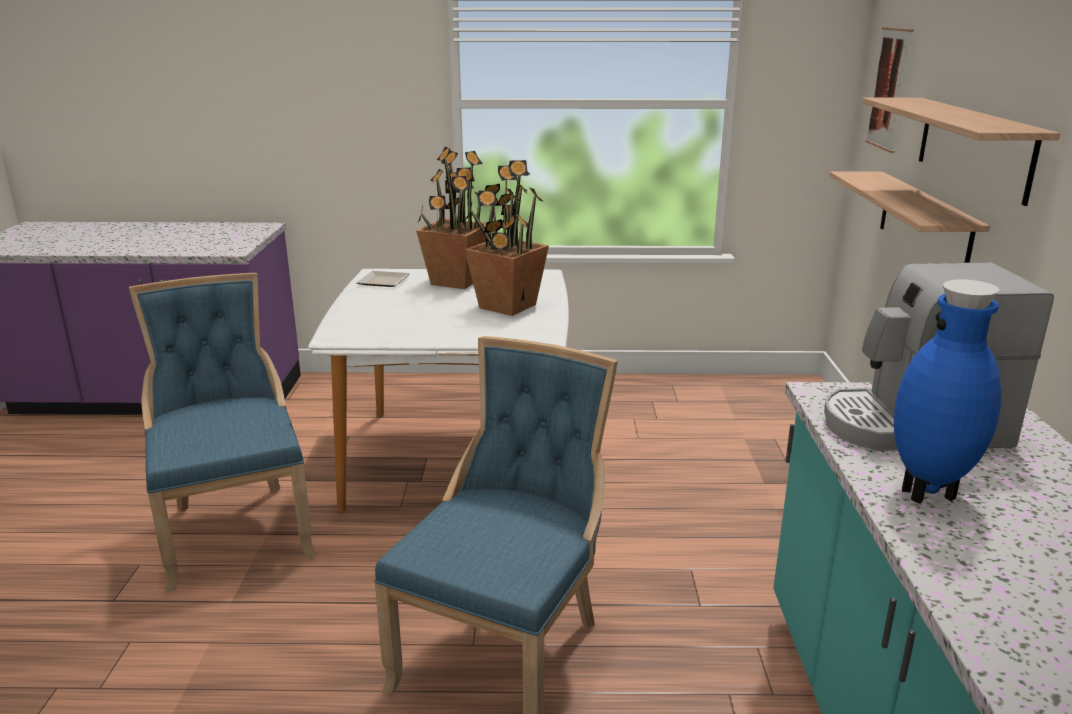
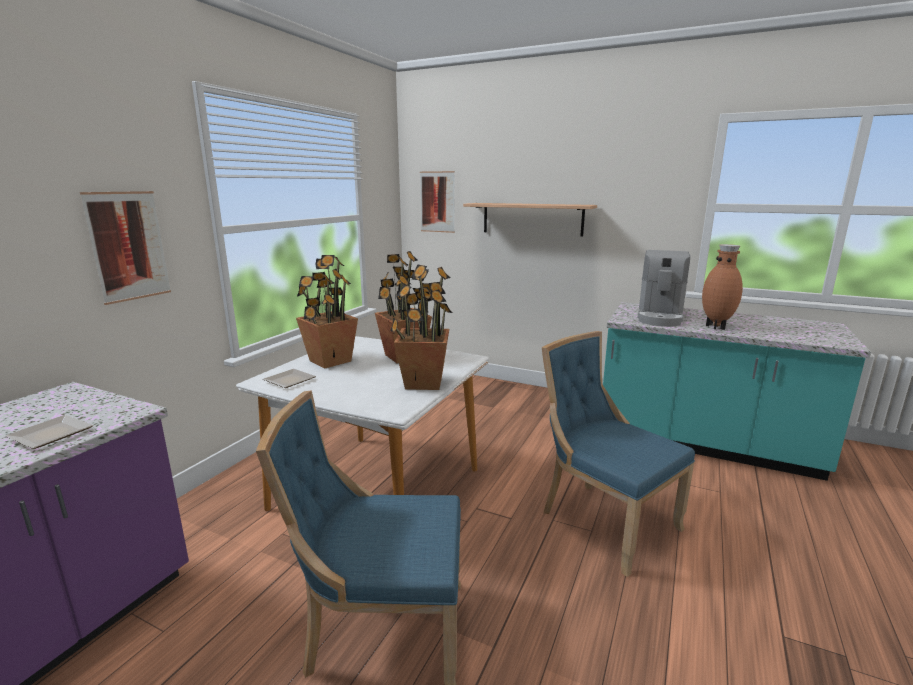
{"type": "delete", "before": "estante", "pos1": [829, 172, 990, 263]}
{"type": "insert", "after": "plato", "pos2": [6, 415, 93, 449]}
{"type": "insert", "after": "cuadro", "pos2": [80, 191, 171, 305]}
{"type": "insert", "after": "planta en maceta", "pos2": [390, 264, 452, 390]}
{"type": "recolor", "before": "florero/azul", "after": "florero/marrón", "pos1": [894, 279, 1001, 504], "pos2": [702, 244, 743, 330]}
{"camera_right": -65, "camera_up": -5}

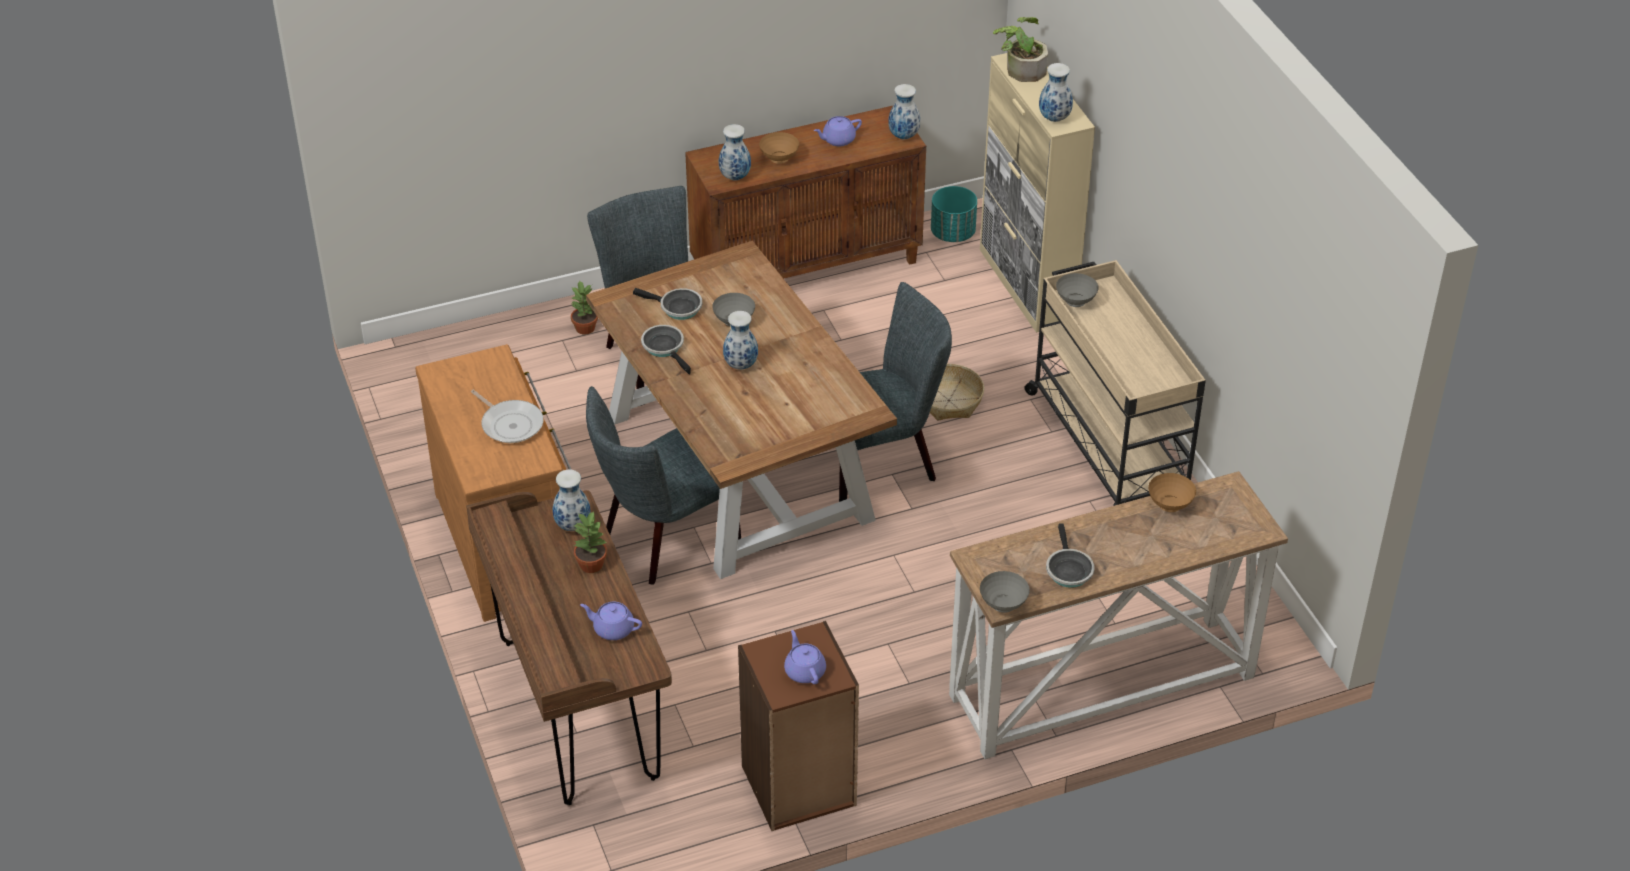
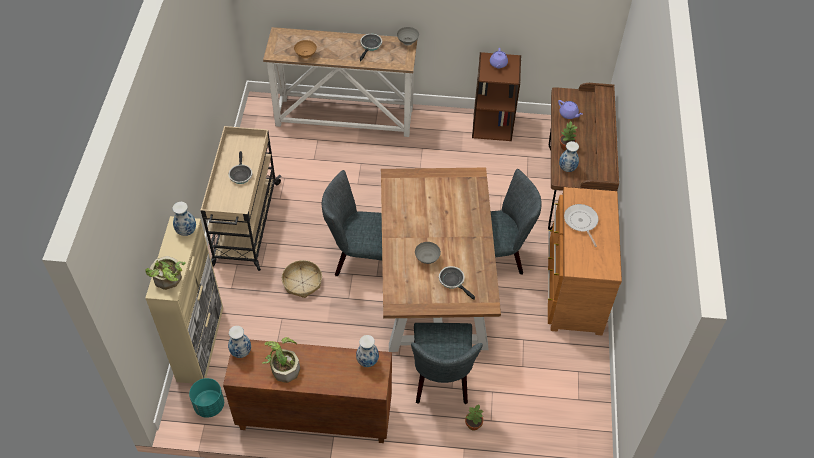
{"type": "delete", "before": "florero", "pos1": [723, 311, 758, 370]}
{"type": "delete", "before": "cuenco/marrón", "pos1": [759, 132, 799, 164]}
{"type": "delete", "before": "cuenco/gris", "pos1": [1056, 273, 1099, 307]}
{"type": "move", "before": "sartén", "pos1": [641, 325, 691, 375], "pos2": [229, 151, 252, 184]}
{"type": "replace", "before": "tetera/morado", "after": "planta en maceta", "pos1": [814, 116, 862, 146], "pos2": [262, 337, 300, 383]}
{"camera_right": -155, "camera_up": 10}

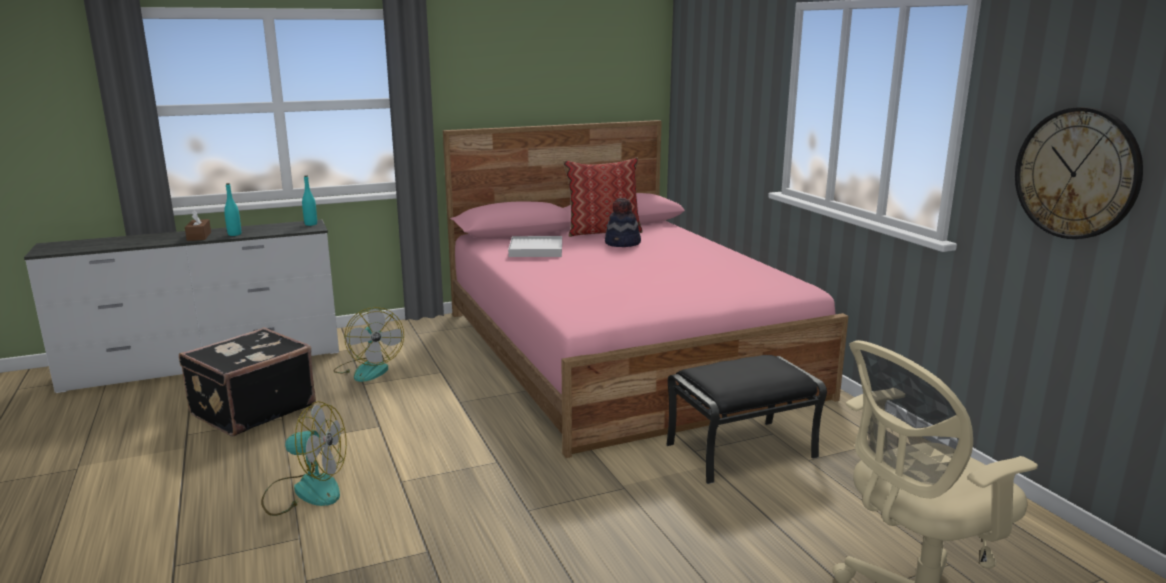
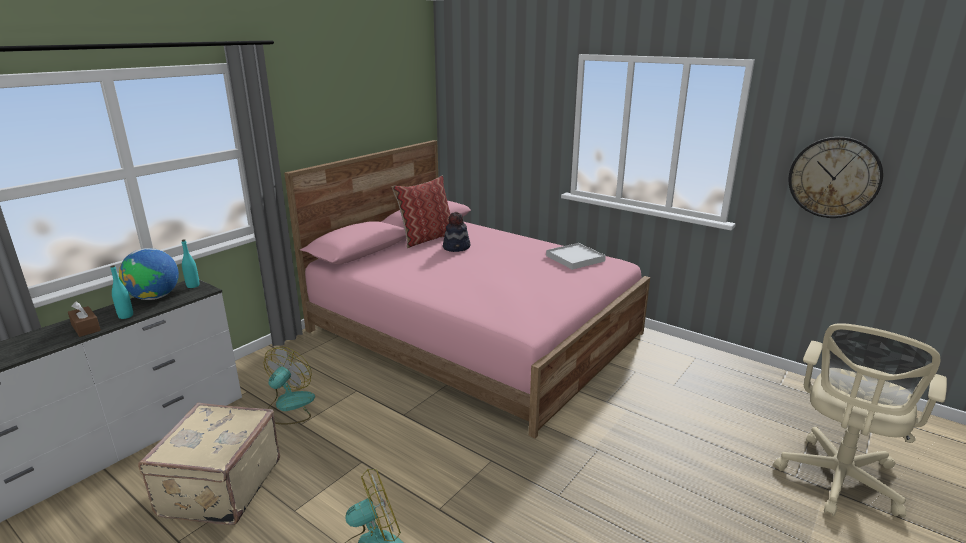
{"type": "delete", "before": "puf/negro", "pos1": [666, 355, 827, 484]}
{"type": "insert", "after": "globo terráqueo", "pos2": [119, 248, 179, 300]}
{"type": "move", "before": "bandeja/blanco", "pos1": [508, 236, 562, 257], "pos2": [546, 243, 606, 270]}
{"type": "recolor", "before": "maleta/negro", "after": "maleta/beis", "pos1": [179, 327, 316, 436], "pos2": [138, 403, 280, 525]}
{"type": "rotate", "before": "ventilador", "pos1": [333, 307, 404, 382], "pos2": [264, 347, 315, 425], "turn": -105}
{"camera_right": -30, "camera_up": 5}

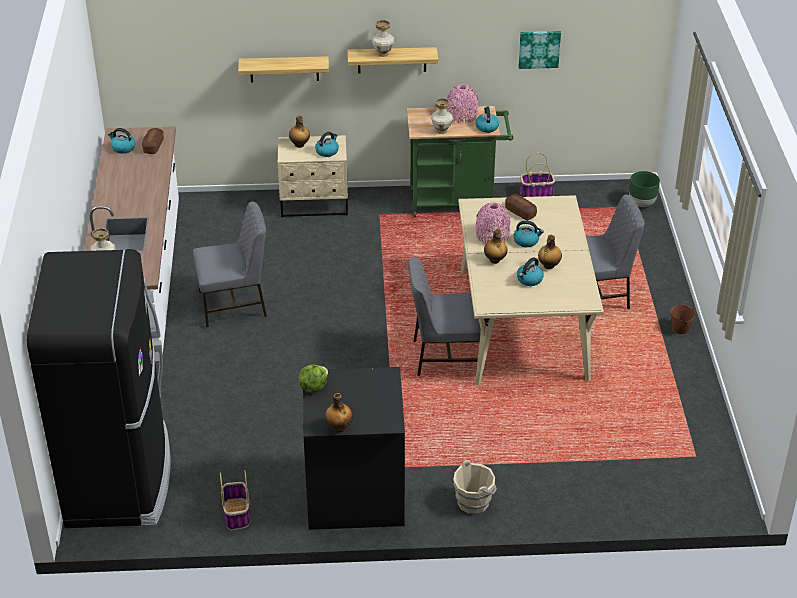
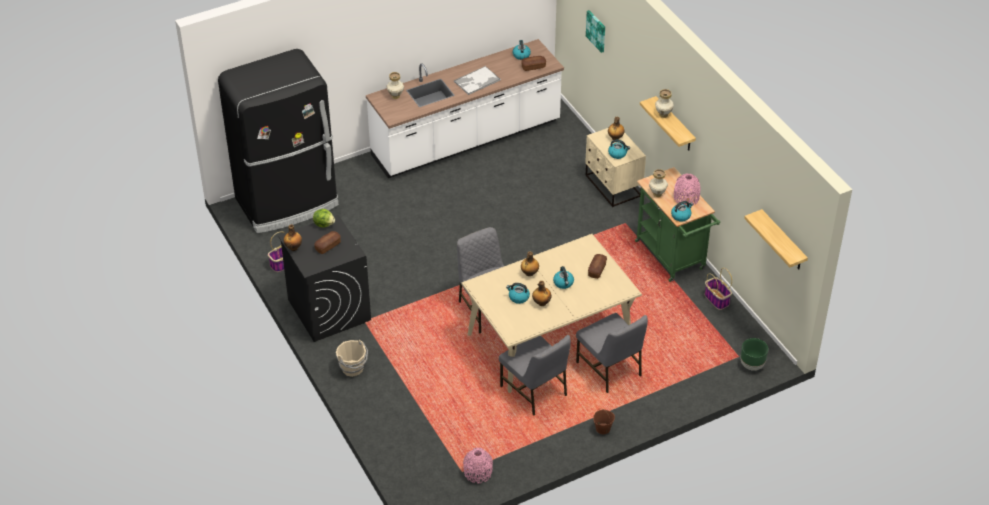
{"type": "insert", "after": "pan", "pos2": [315, 231, 341, 254]}
{"type": "insert", "after": "bandeja", "pos2": [454, 66, 500, 95]}
{"type": "move", "before": "silla/gris", "pos1": [193, 202, 267, 327], "pos2": [499, 335, 571, 415]}
{"type": "move", "before": "estante", "pos1": [238, 56, 329, 83], "pos2": [744, 209, 808, 269]}
{"type": "move", "before": "florero/rosa", "pos1": [476, 202, 510, 244], "pos2": [463, 448, 493, 483]}
{"type": "move", "before": "cuadro", "pos1": [519, 31, 561, 69], "pos2": [586, 10, 605, 53]}
{"camera_right": 65, "camera_up": 5}

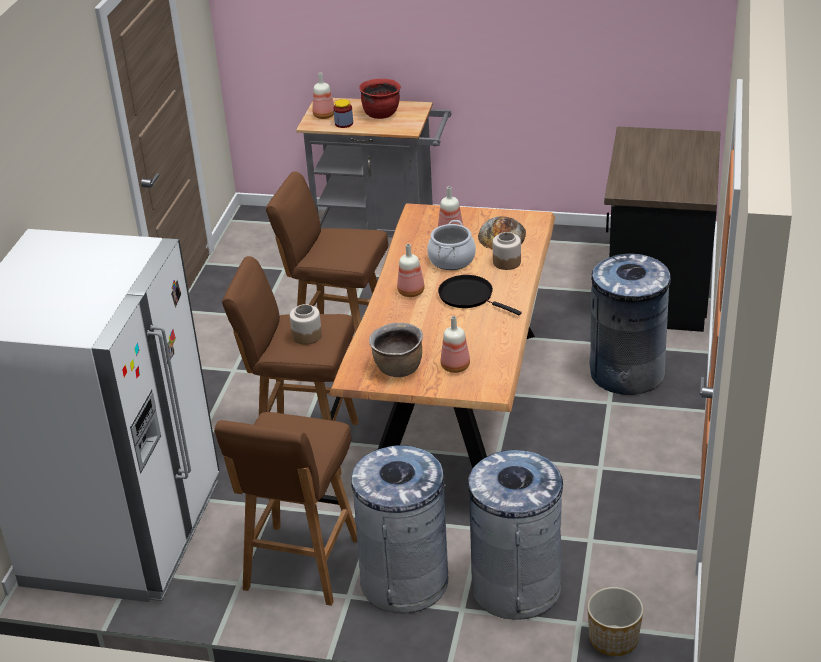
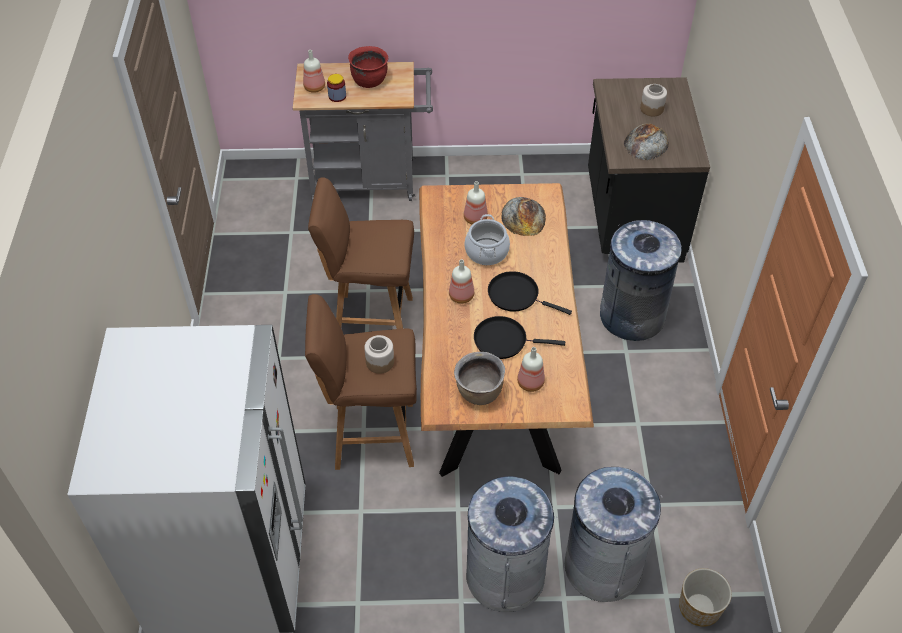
{"type": "delete", "before": "taburete/marrón", "pos1": [214, 412, 357, 606]}
{"type": "insert", "after": "sartén/negro", "pos2": [474, 316, 565, 359]}
{"type": "insert", "after": "pan", "pos2": [624, 124, 669, 160]}
{"type": "move", "before": "tarro", "pos1": [493, 232, 521, 270], "pos2": [640, 84, 667, 116]}
{"camera_right": -15, "camera_up": 15}

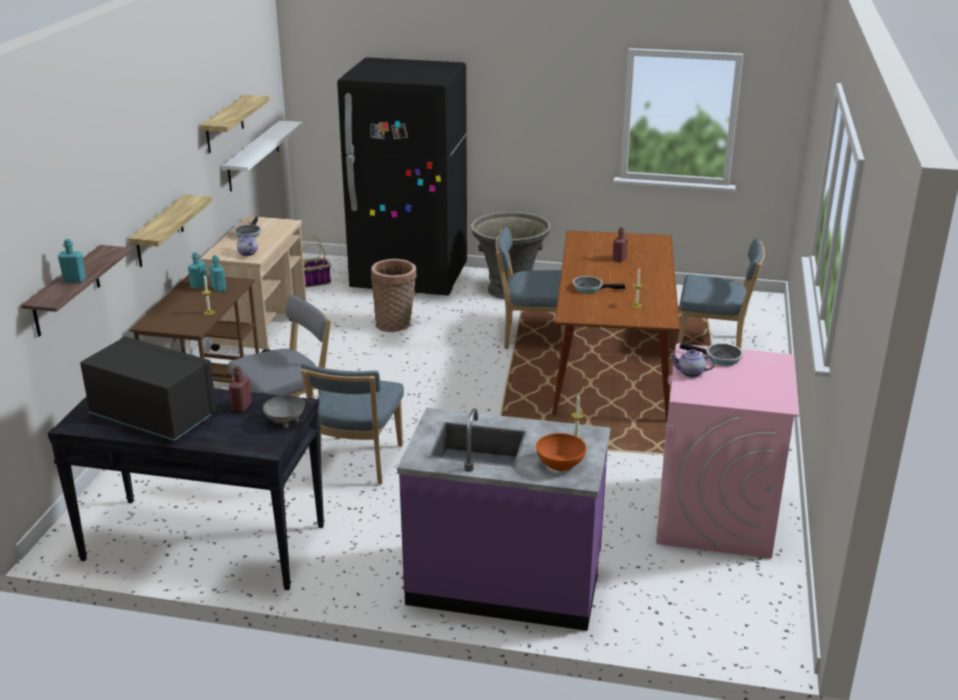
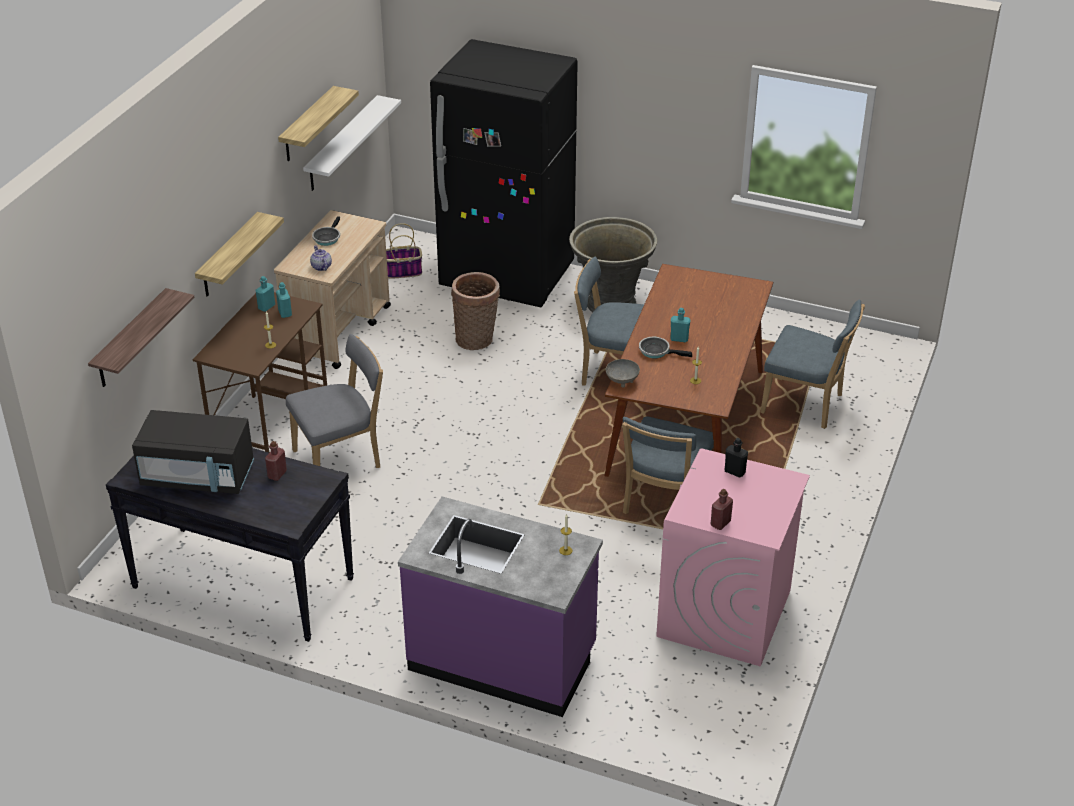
{"type": "delete", "before": "cuenco/naranja", "pos1": [536, 433, 587, 471]}
{"type": "delete", "before": "tetera", "pos1": [670, 349, 715, 378]}
{"type": "move", "before": "botella/turquesa", "pos1": [58, 239, 86, 283], "pos2": [670, 308, 691, 342]}
{"type": "move", "before": "cuenco/gris", "pos1": [263, 395, 305, 428], "pos2": [606, 359, 640, 388]}
{"type": "move", "before": "silla/azul", "pos1": [301, 363, 404, 484], "pos2": [622, 416, 714, 514]}
{"type": "move", "before": "botella/rojo", "pos1": [612, 227, 628, 262], "pos2": [711, 489, 733, 530]}
{"type": "replace", "before": "sartén", "after": "botella/negro", "pos1": [680, 342, 743, 366], "pos2": [725, 438, 748, 478]}
{"type": "rotate", "before": "microondas/negro", "pos1": [80, 336, 217, 441], "pos2": [132, 410, 254, 494], "turn": 150}
{"camera_right": 10, "camera_up": 10}

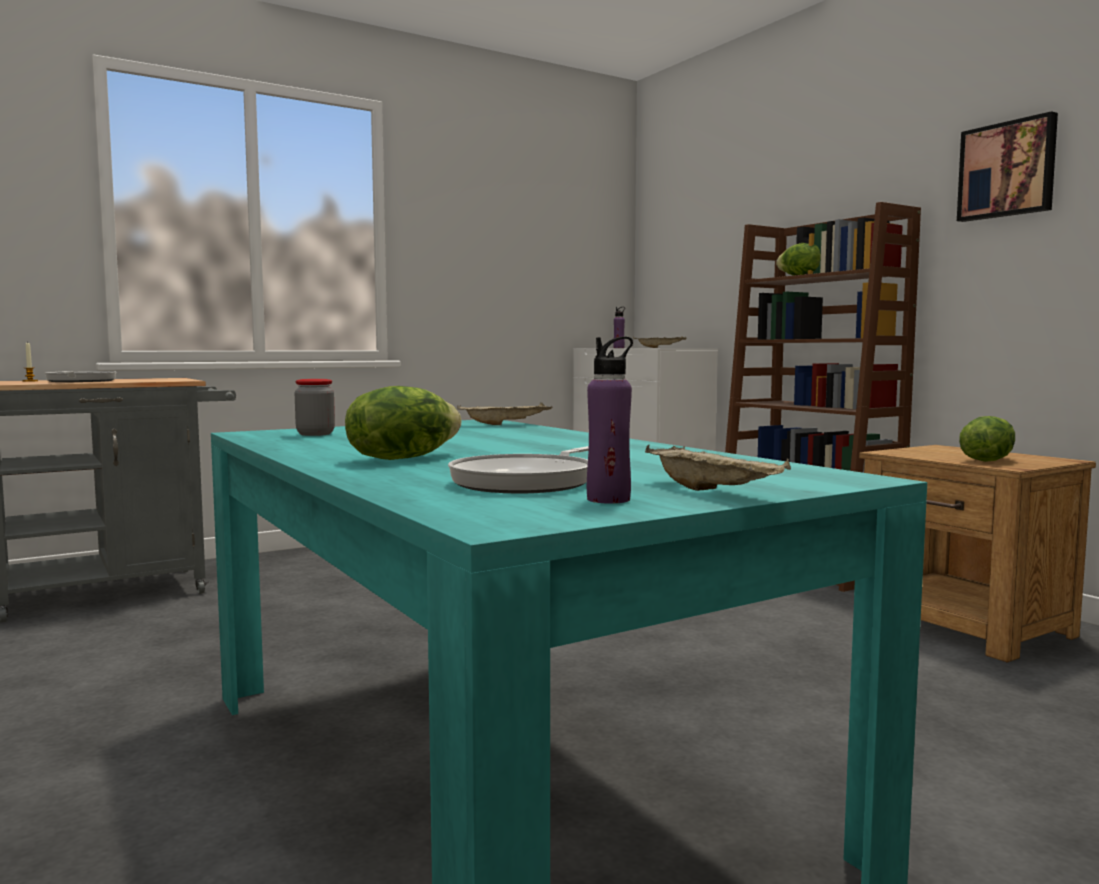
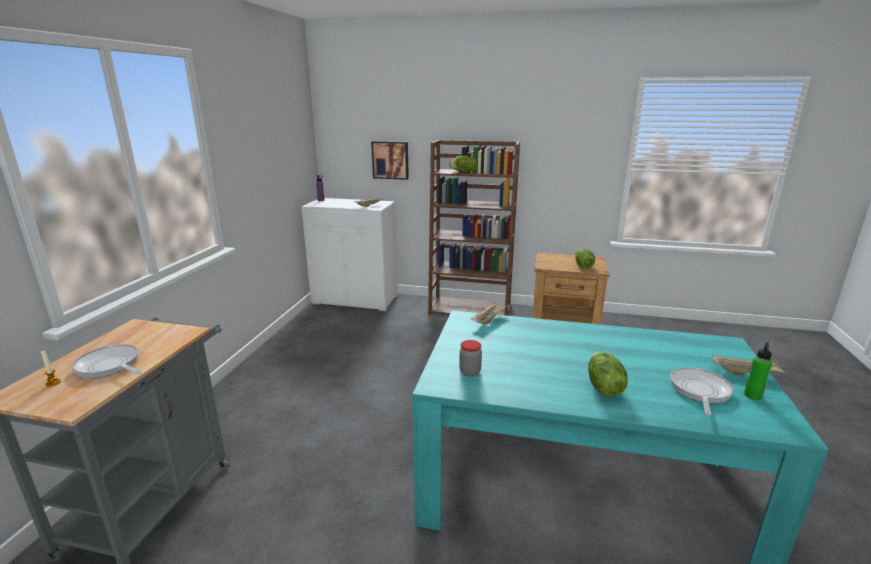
{"type": "move", "before": "cuadro", "pos1": [957, 111, 1058, 222], "pos2": [371, 141, 409, 180]}
{"type": "recolor", "before": "botella/morado", "after": "botella/verde", "pos1": [587, 337, 633, 504], "pos2": [744, 342, 772, 400]}
{"type": "rotate", "before": "sartén", "pos1": [448, 446, 589, 493], "pos2": [670, 367, 734, 416], "turn": -150}
{"camera_right": -45, "camera_up": 15}

